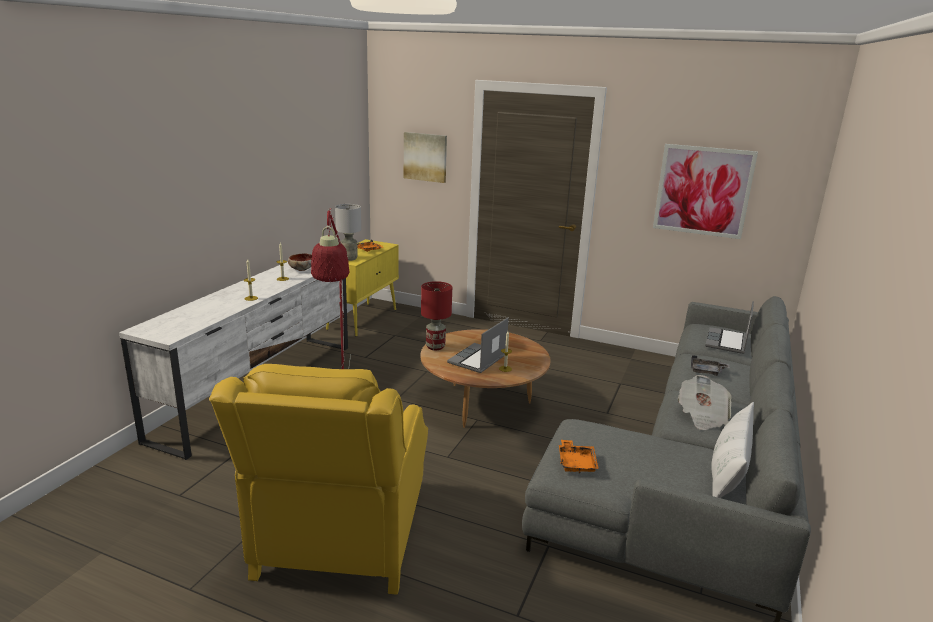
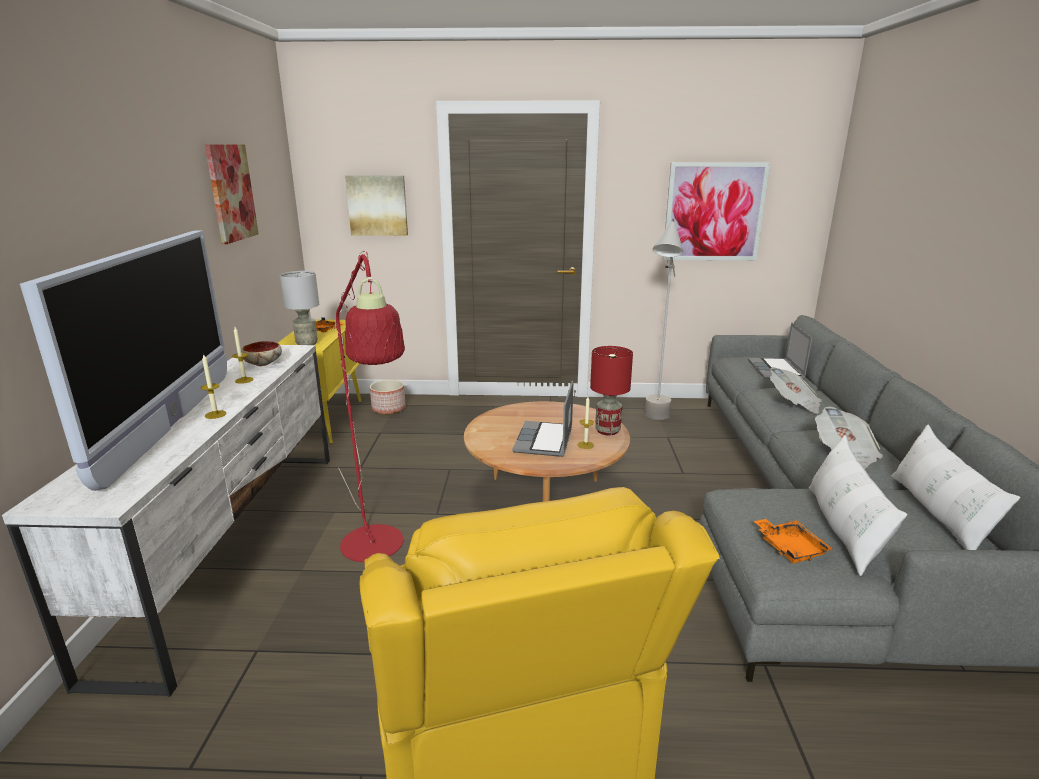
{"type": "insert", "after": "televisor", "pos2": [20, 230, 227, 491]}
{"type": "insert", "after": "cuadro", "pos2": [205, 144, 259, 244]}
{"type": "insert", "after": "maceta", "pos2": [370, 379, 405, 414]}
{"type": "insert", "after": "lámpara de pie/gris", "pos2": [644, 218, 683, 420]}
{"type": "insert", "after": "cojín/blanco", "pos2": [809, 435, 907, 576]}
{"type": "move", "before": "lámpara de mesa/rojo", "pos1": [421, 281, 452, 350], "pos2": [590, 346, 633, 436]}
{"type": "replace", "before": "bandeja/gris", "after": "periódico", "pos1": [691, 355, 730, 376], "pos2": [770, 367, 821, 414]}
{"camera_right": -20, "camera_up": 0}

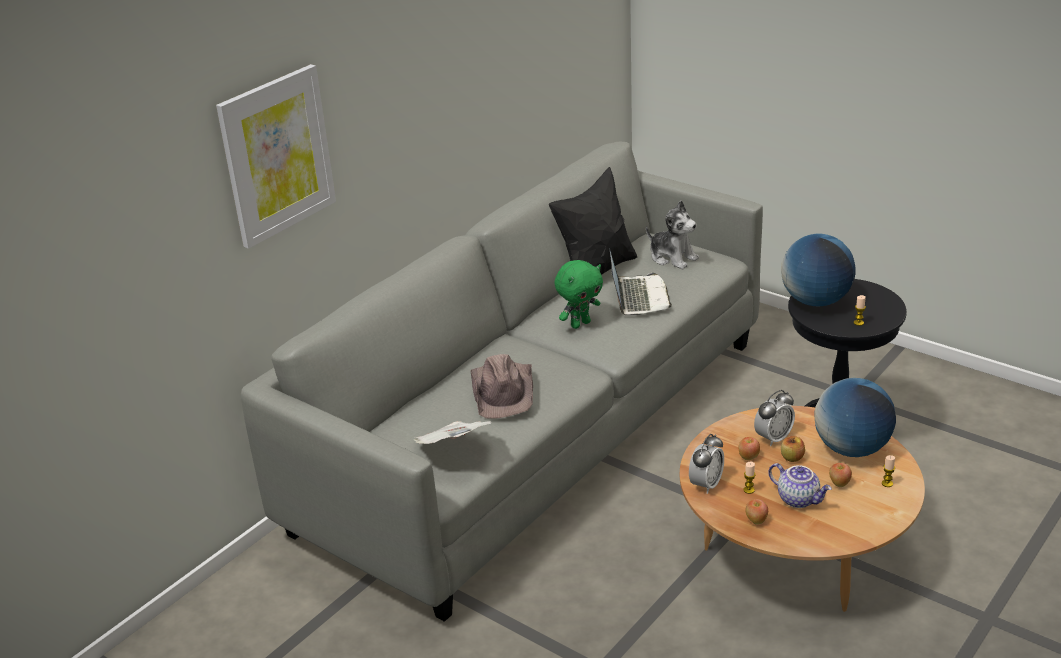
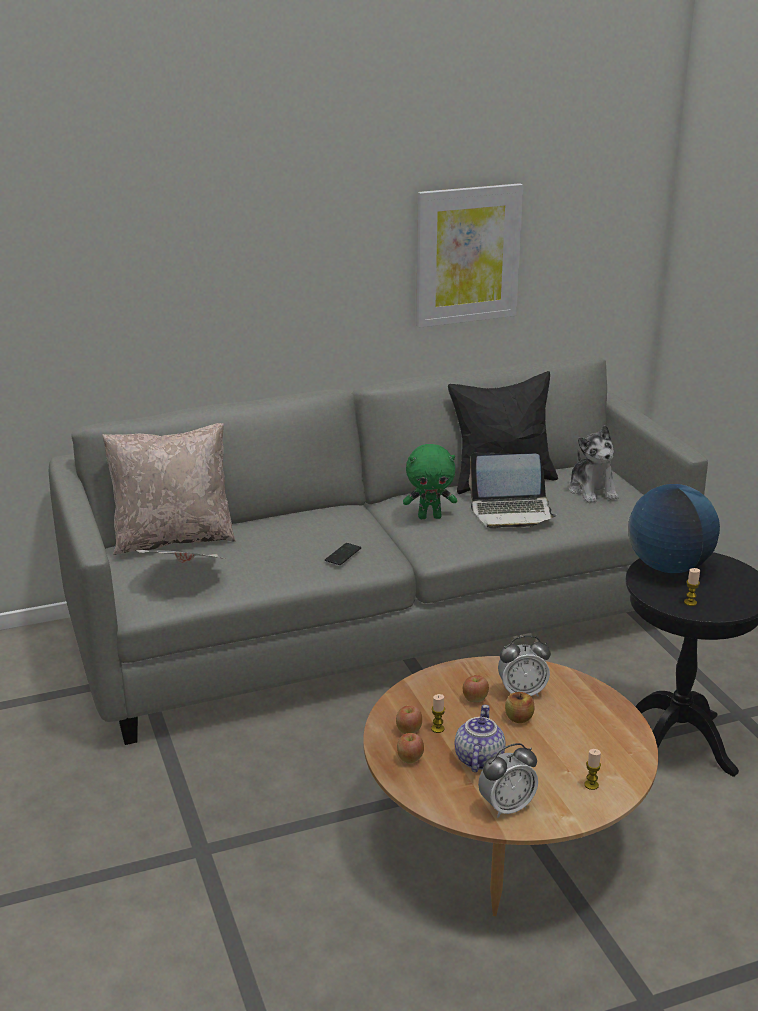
{"type": "delete", "before": "sombrero/marrón", "pos1": [470, 354, 533, 419]}
{"type": "delete", "before": "globo terráqueo", "pos1": [815, 378, 896, 457]}
{"type": "insert", "after": "cojín/beis", "pos2": [102, 423, 236, 555]}
{"type": "insert", "after": "móvil", "pos2": [325, 543, 361, 565]}
{"type": "move", "before": "cuadro", "pos1": [216, 64, 336, 249], "pos2": [416, 183, 523, 328]}
{"type": "move", "before": "despertador", "pos1": [689, 434, 724, 494], "pos2": [478, 743, 538, 818]}
{"type": "move", "before": "manzana", "pos1": [829, 463, 852, 487], "pos2": [396, 706, 422, 734]}
{"type": "rotate", "before": "portátil", "pos1": [610, 250, 672, 315], "pos2": [469, 453, 557, 528], "turn": 60}
{"type": "rotate", "before": "tetera", "pos1": [768, 463, 832, 508], "pos2": [455, 705, 506, 772], "turn": -150}
{"camera_right": 30, "camera_up": -5}

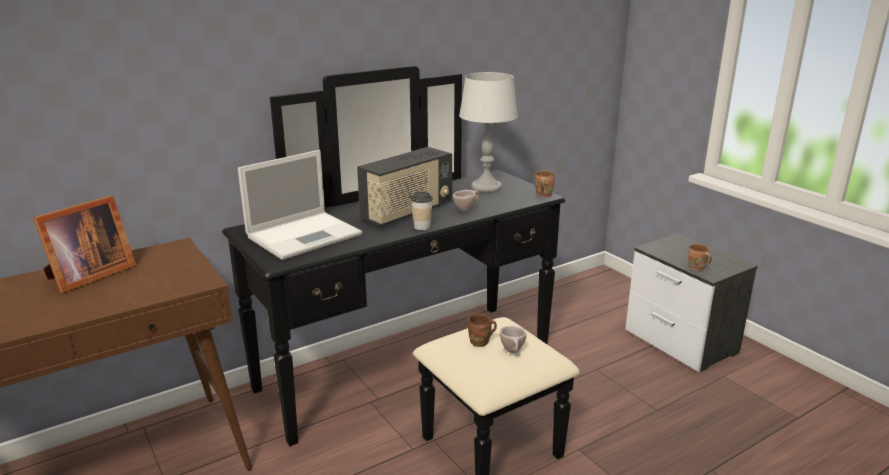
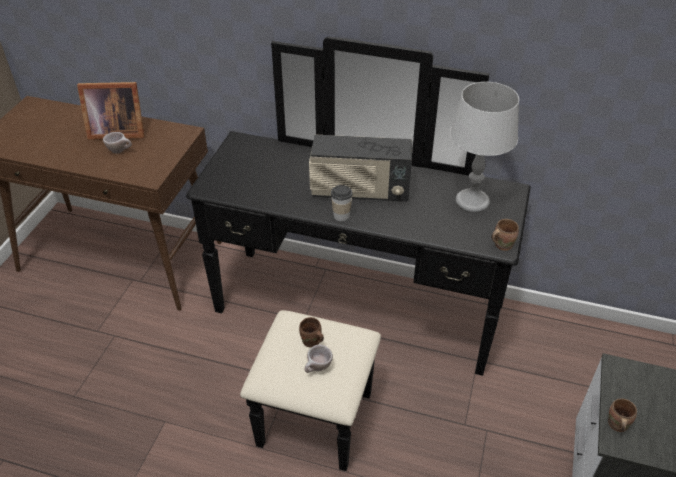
{"type": "delete", "before": "portátil", "pos1": [238, 150, 362, 260]}
{"type": "move", "before": "taza/beis", "pos1": [453, 190, 479, 212], "pos2": [103, 132, 132, 154]}
{"camera_right": 50, "camera_up": 20}

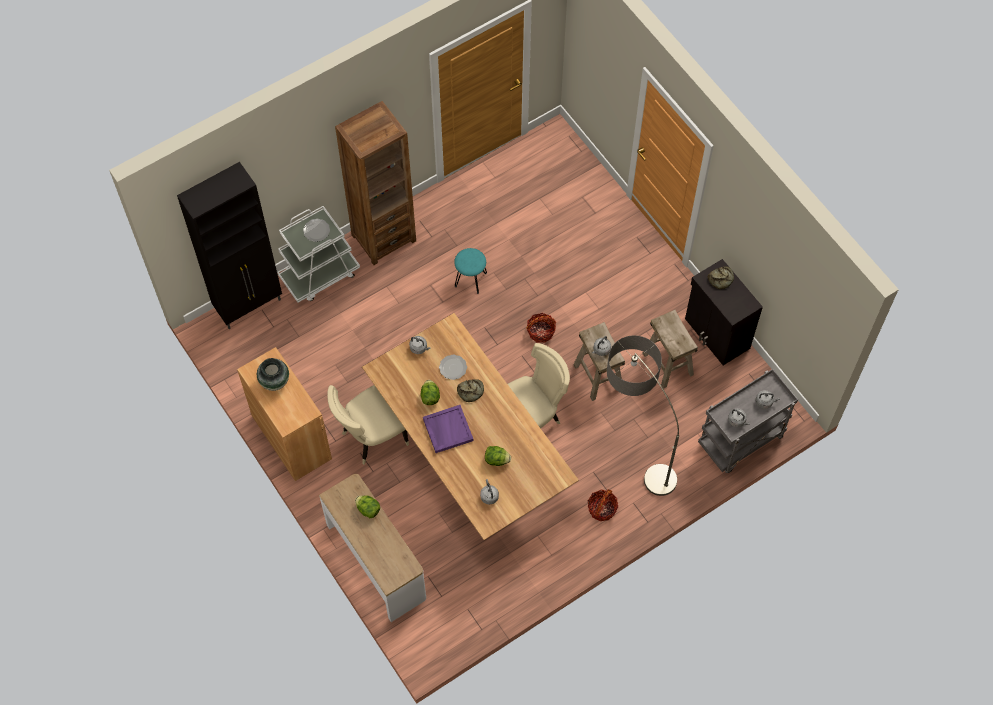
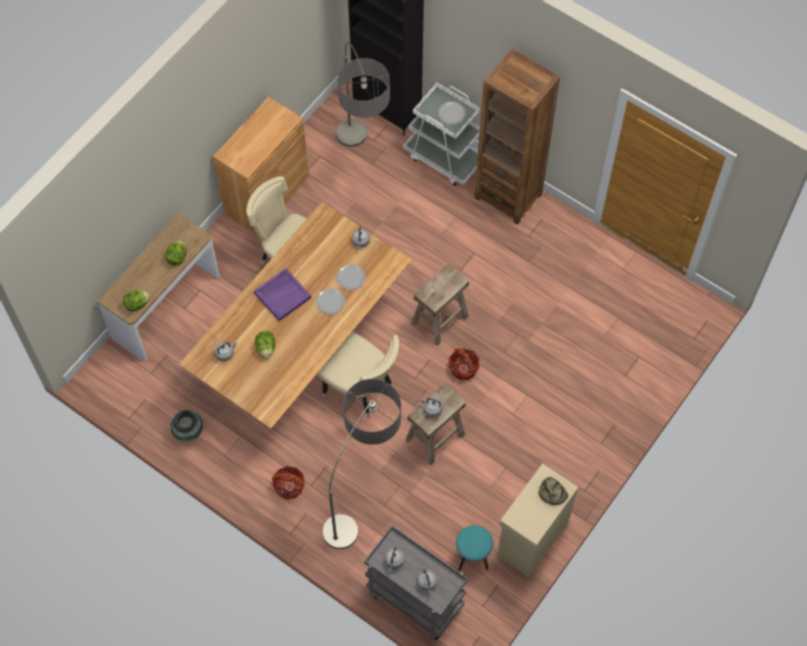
{"type": "insert", "after": "lámpara de pie", "pos2": [336, 42, 390, 147]}
{"type": "move", "before": "florero", "pos1": [257, 358, 289, 391], "pos2": [170, 410, 203, 442]}
{"type": "move", "before": "lechuga", "pos1": [420, 380, 440, 405], "pos2": [123, 290, 150, 311]}
{"type": "move", "before": "taburete/turquesa", "pos1": [454, 248, 487, 294], "pos2": [456, 525, 493, 571]}
{"type": "move", "before": "taburete/beis", "pos1": [643, 310, 698, 389], "pos2": [411, 263, 469, 346]}
{"type": "replace", "before": "pan", "after": "plato", "pos1": [457, 379, 484, 402], "pos2": [316, 288, 345, 314]}
{"type": "recolor", "before": "armario/negro", "after": "armario/beis", "pos1": [685, 259, 763, 365], "pos2": [497, 463, 579, 577]}
{"camera_right": 70, "camera_up": 0}

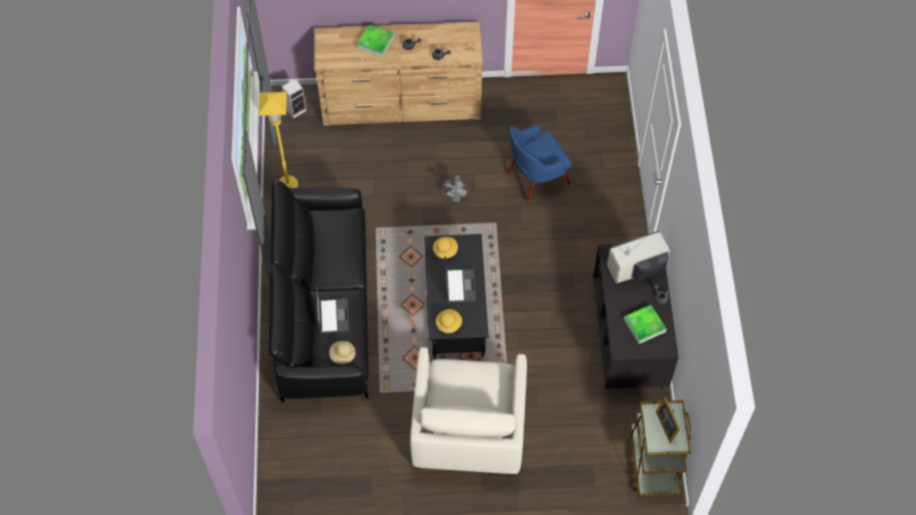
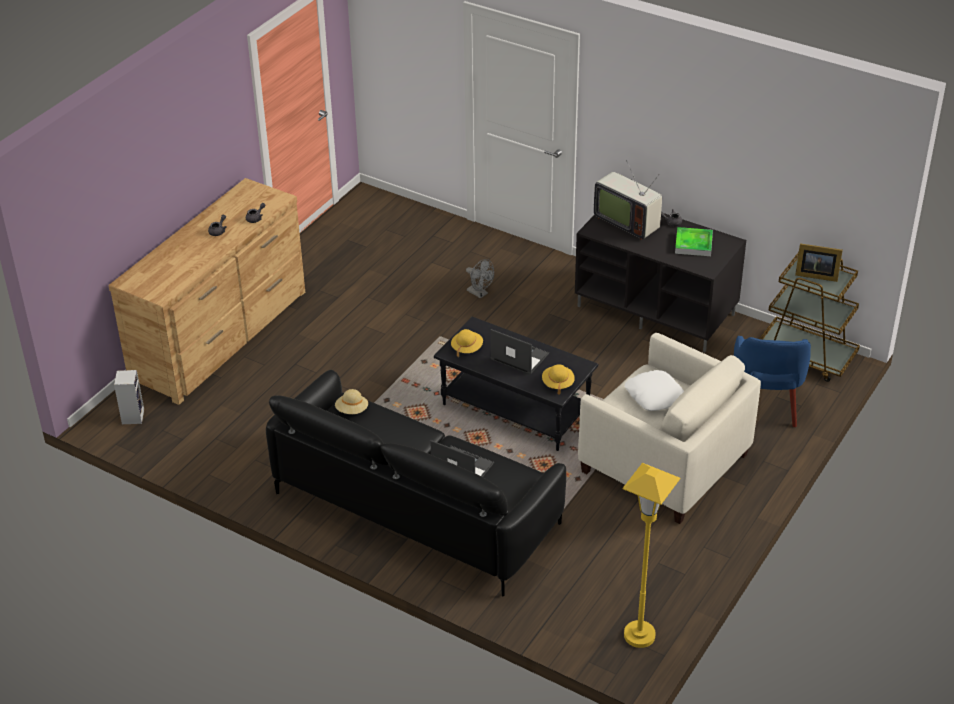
{"type": "delete", "before": "bandeja", "pos1": [357, 24, 395, 57]}
{"type": "insert", "after": "cojín/blanco", "pos2": [625, 370, 684, 411]}
{"type": "move", "before": "lámpara de pie/amarillo", "pos1": [258, 92, 298, 188], "pos2": [623, 463, 680, 648]}
{"type": "move", "before": "sombrero/beis", "pos1": [329, 341, 356, 364], "pos2": [335, 389, 368, 414]}
{"type": "move", "before": "ventilador/gris", "pos1": [442, 175, 469, 202], "pos2": [466, 259, 494, 299]}
{"type": "move", "before": "sillón/azul", "pos1": [506, 125, 571, 205], "pos2": [734, 336, 811, 427]}
{"type": "rotate", "before": "televisor", "pos1": [606, 231, 670, 284], "pos2": [594, 160, 662, 240], "turn": -60}
{"camera_right": -55, "camera_up": -20}

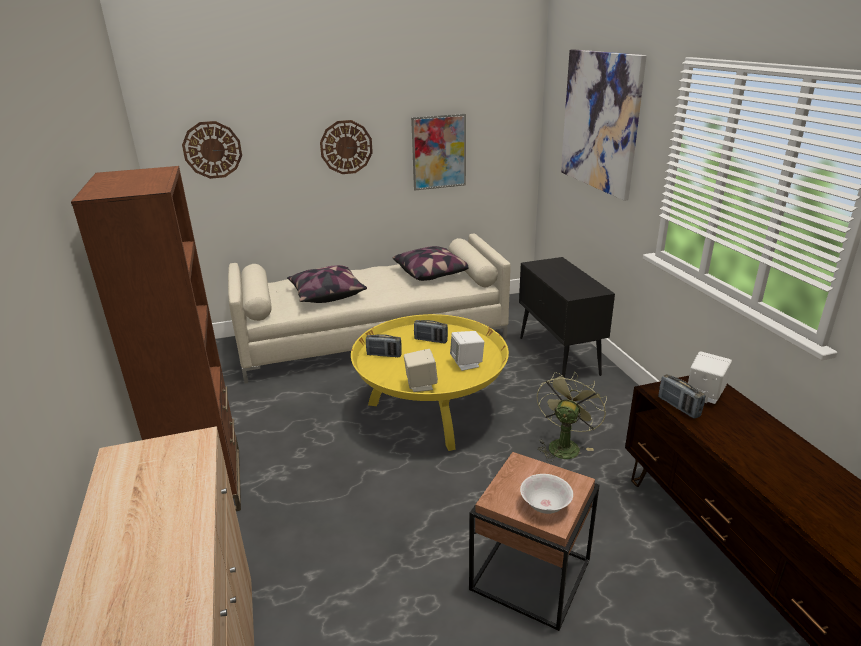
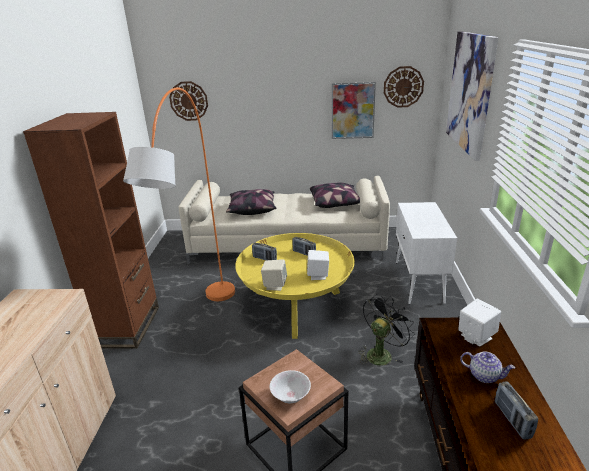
{"type": "insert", "after": "lámpara de pie/naranja", "pos2": [123, 87, 235, 301]}
{"type": "insert", "after": "tetera", "pos2": [460, 351, 515, 383]}
{"type": "move", "before": "reloj de pared", "pos1": [320, 120, 373, 174], "pos2": [384, 66, 424, 108]}
{"type": "move", "before": "radio", "pos1": [658, 374, 705, 419], "pos2": [495, 382, 538, 440]}
{"type": "recolor", "before": "armario/negro", "after": "armario/blanco", "pos1": [519, 257, 615, 378], "pos2": [396, 202, 457, 304]}
{"type": "recolor", "before": "ventilador/verde", "after": "ventilador/negro", "pos1": [537, 372, 607, 462], "pos2": [359, 294, 414, 365]}
{"camera_right": 20, "camera_up": 0}

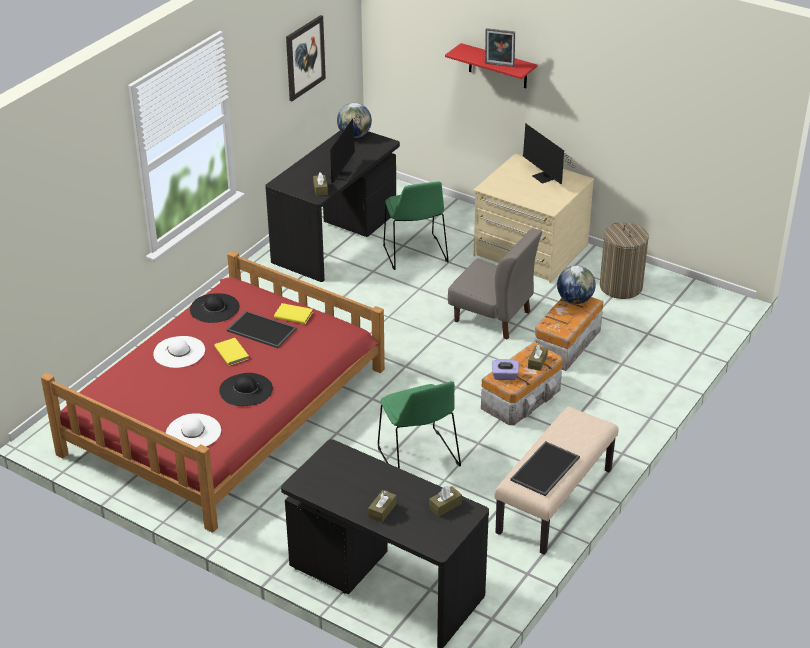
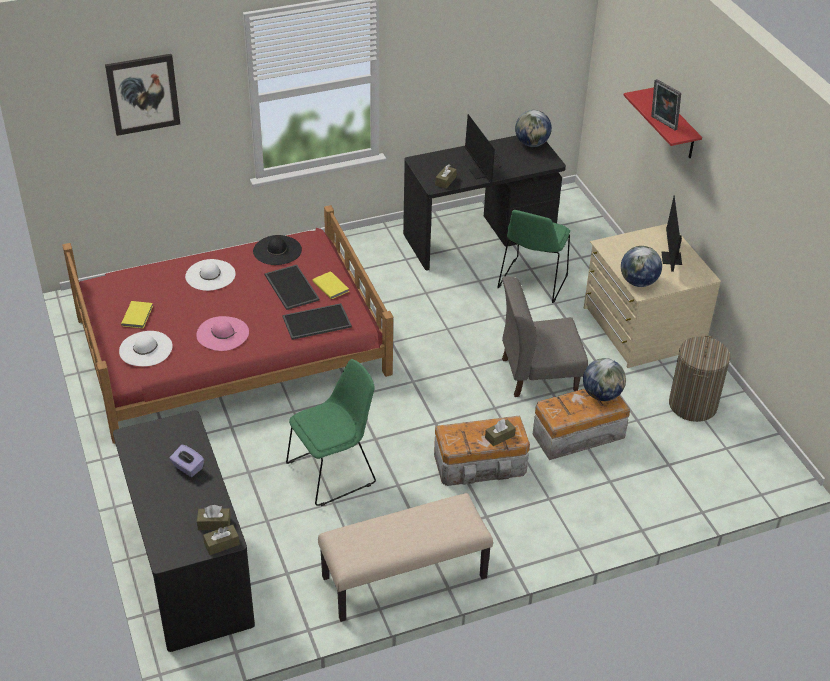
{"type": "insert", "after": "globo terráqueo", "pos2": [621, 246, 662, 287]}
{"type": "move", "before": "libro/amarillo", "pos1": [214, 338, 249, 366], "pos2": [121, 301, 153, 328]}
{"type": "move", "before": "cuadro", "pos1": [286, 15, 326, 101], "pos2": [105, 54, 180, 136]}
{"type": "move", "before": "caja de pañuelos/marrón", "pos1": [368, 490, 396, 523], "pos2": [203, 525, 240, 555]}
{"type": "move", "before": "caja de pañuelos/morado", "pos1": [492, 359, 519, 380], "pos2": [169, 444, 204, 477]}
{"type": "move", "before": "bandeja", "pos1": [510, 441, 580, 496], "pos2": [282, 303, 352, 340]}
{"type": "recolor", "before": "sombrero/negro", "after": "sombrero/rosa", "pos1": [219, 373, 273, 406], "pos2": [196, 316, 249, 351]}
{"type": "rotate", "before": "monitor", "pos1": [330, 118, 359, 183], "pos2": [465, 114, 500, 183], "turn": 105}
{"type": "rotate", "before": "silla/verde", "pos1": [378, 381, 461, 468], "pos2": [286, 359, 376, 506], "turn": -135}
{"type": "rotate", "before": "silla/gris", "pos1": [448, 229, 542, 340], "pos2": [502, 276, 588, 397], "turn": 105}
{"camera_right": 35, "camera_up": 5}

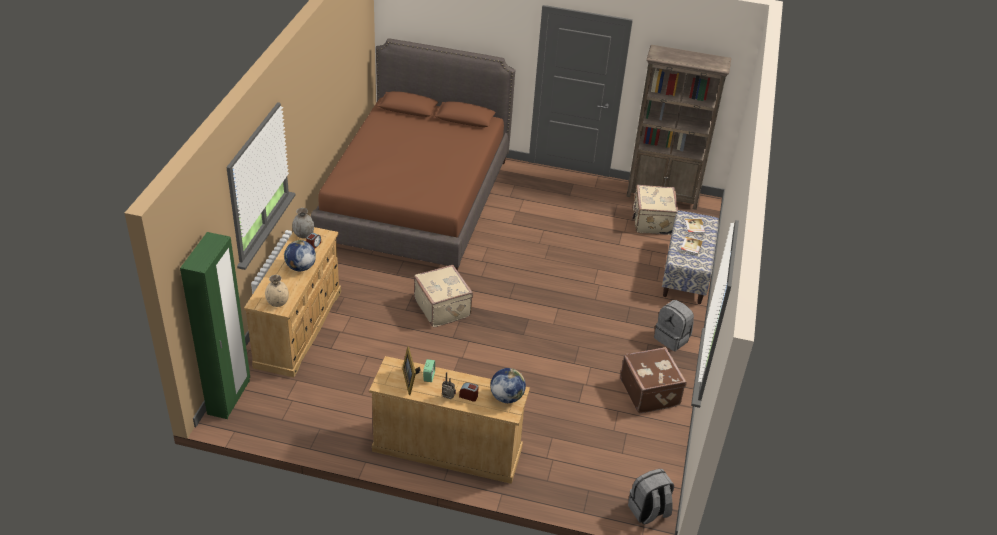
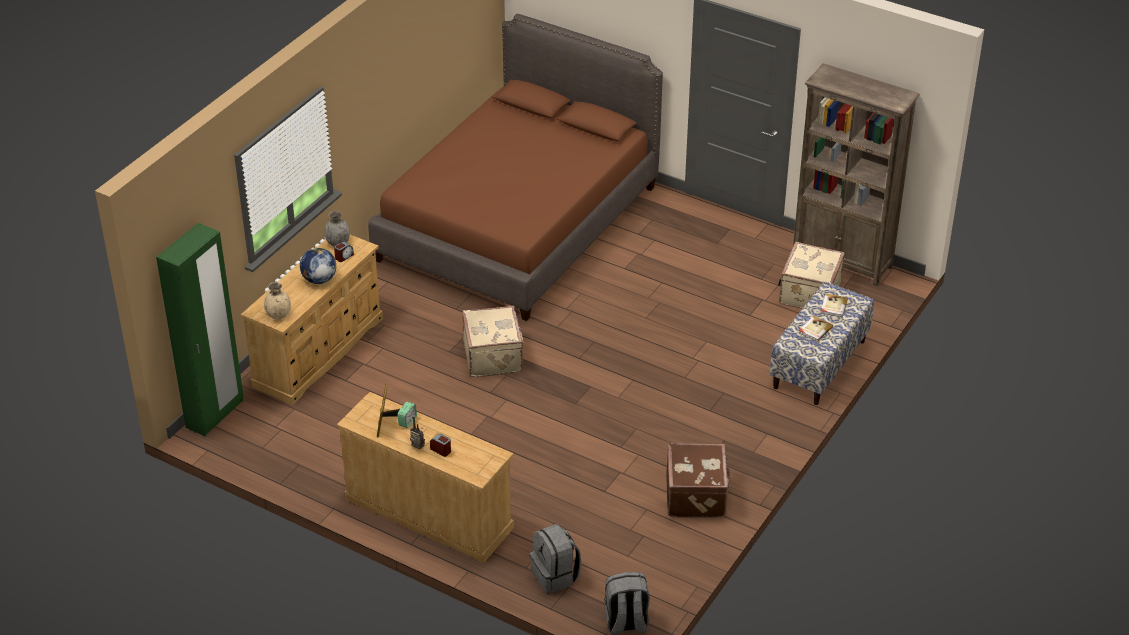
{"type": "delete", "before": "globo terráqueo", "pos1": [490, 368, 526, 403]}
{"type": "move", "before": "mochila/gris", "pos1": [654, 300, 694, 351], "pos2": [530, 524, 581, 593]}
{"camera_right": 20, "camera_up": 0}

